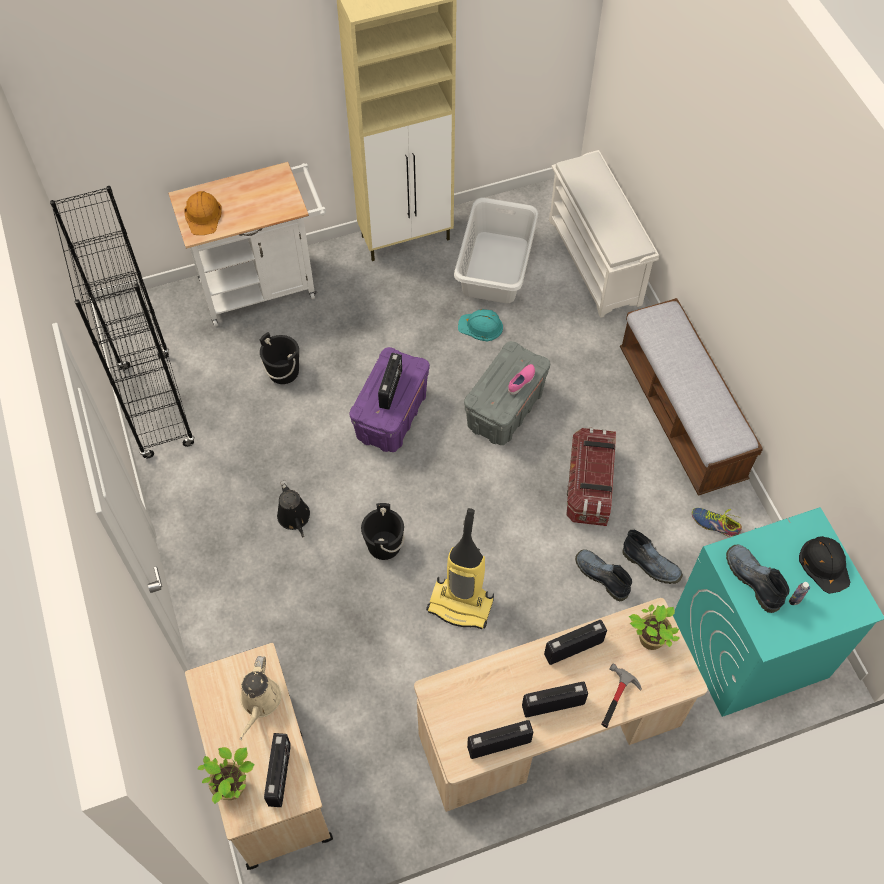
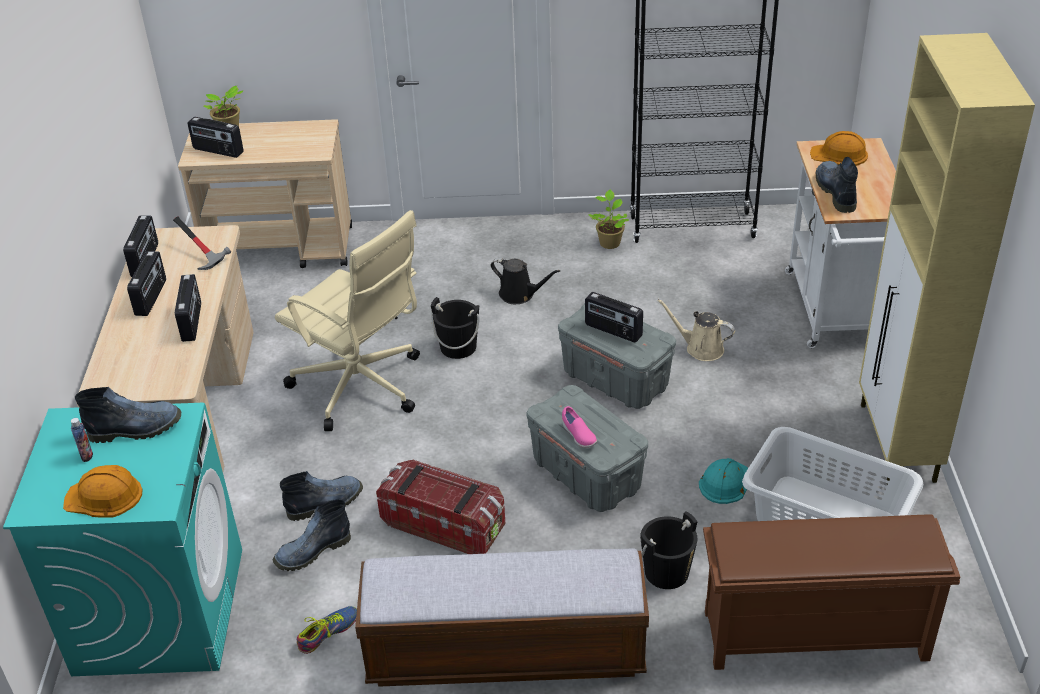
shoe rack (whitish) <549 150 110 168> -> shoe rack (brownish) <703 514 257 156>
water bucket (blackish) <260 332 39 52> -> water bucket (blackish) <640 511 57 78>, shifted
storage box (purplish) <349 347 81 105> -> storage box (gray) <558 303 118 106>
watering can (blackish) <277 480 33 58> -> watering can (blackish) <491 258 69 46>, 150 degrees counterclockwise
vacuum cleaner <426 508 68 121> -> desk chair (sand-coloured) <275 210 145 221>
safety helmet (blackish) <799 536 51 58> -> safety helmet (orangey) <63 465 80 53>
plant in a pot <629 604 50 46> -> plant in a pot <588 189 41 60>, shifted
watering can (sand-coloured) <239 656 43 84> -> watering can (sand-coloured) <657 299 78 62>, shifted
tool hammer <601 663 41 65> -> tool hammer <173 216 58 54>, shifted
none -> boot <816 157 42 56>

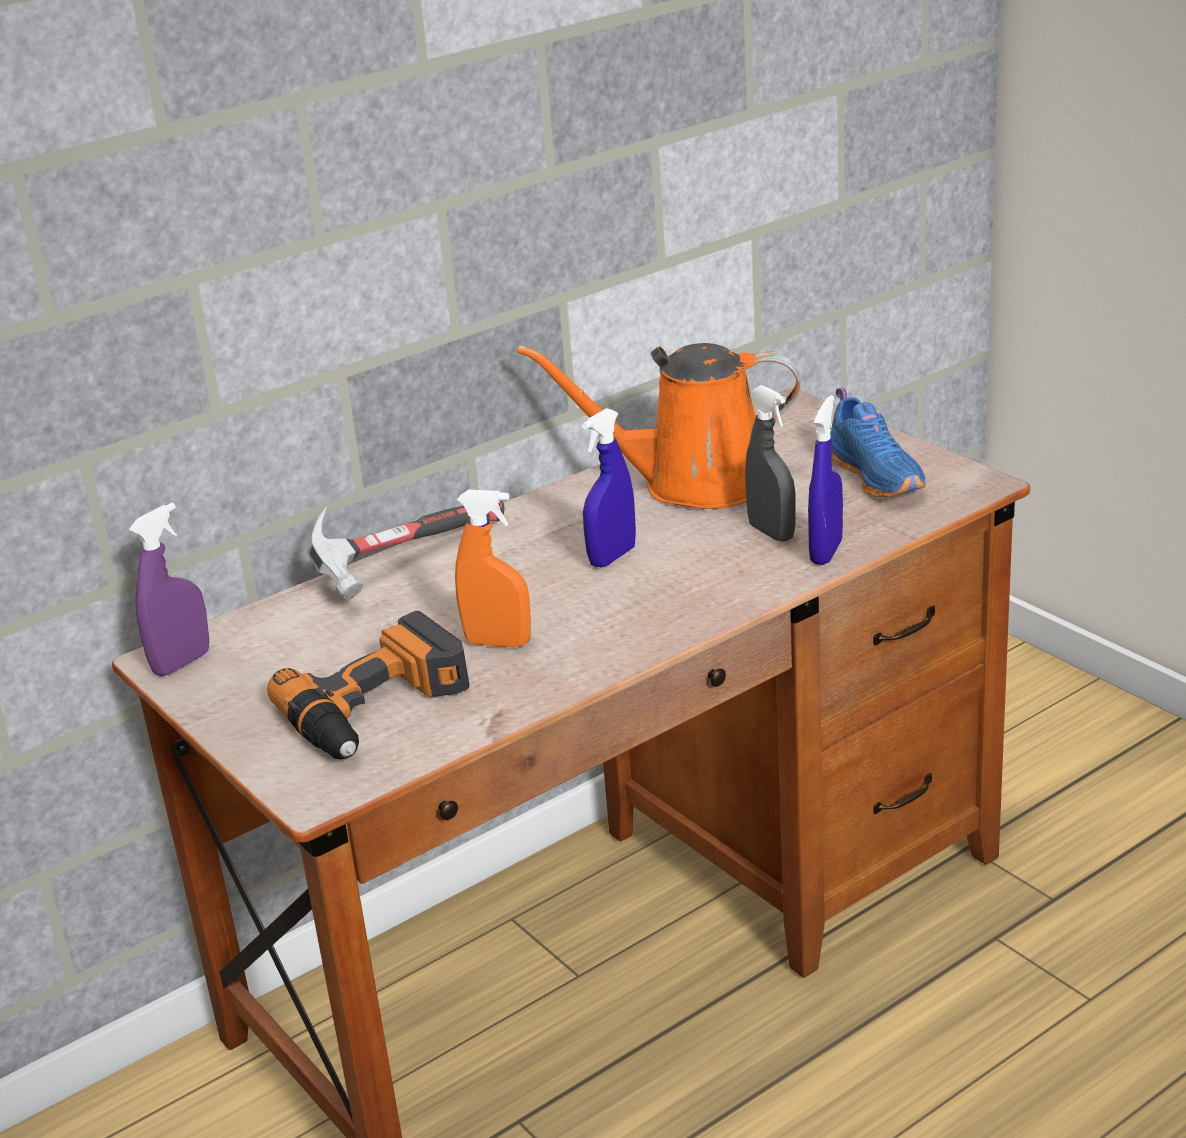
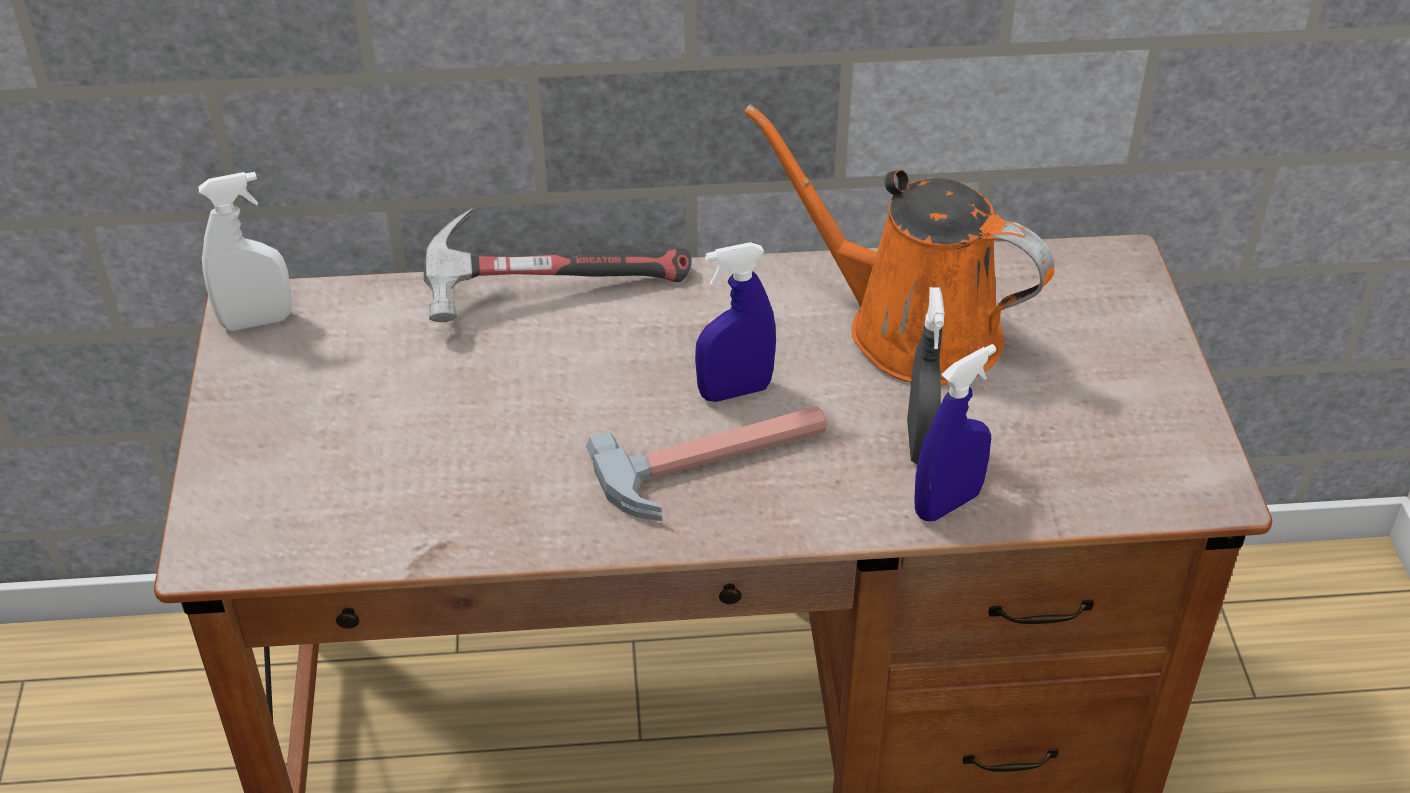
item of footwear (blue) <830 388 96 110> -> none
hand sprayer (orangey) <455 490 76 158> -> none
hand sprayer (purplish) <129 503 80 174> -> hand sprayer (whitish) <198 172 94 159>
power drill <267 611 203 149> -> none
none -> tool hammer <586 406 241 115>

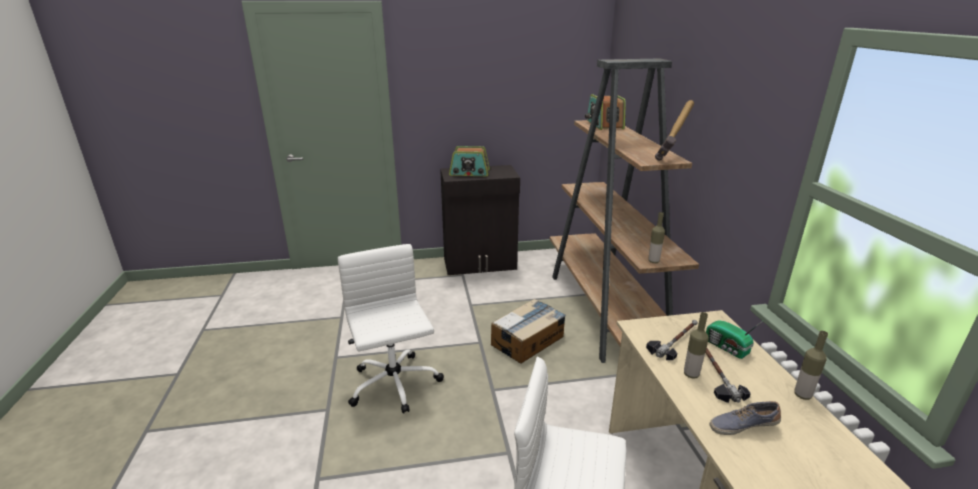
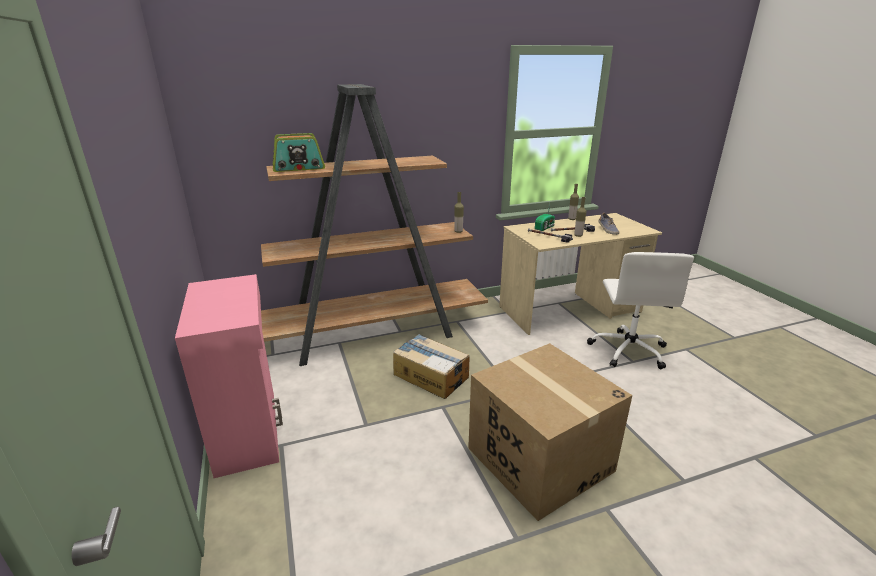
tool hammer <655 100 39 61> -> none
radio <449 146 41 30> -> none
cupboard (blackish) <440 165 80 110> -> cupboard (pink) <175 274 108 204>
desk chair (whitish) <338 244 106 170> -> packing box <468 343 164 178>

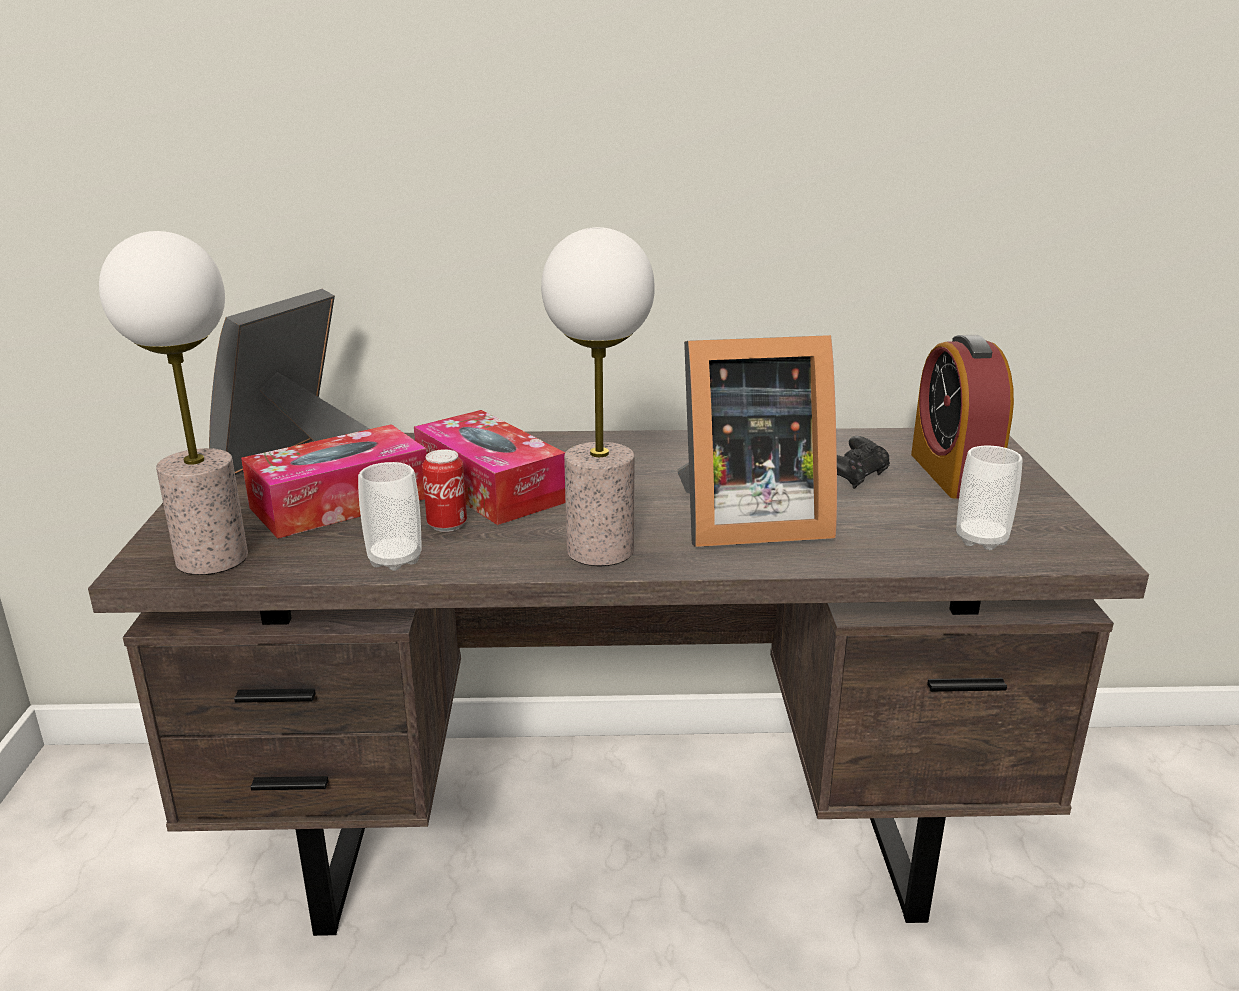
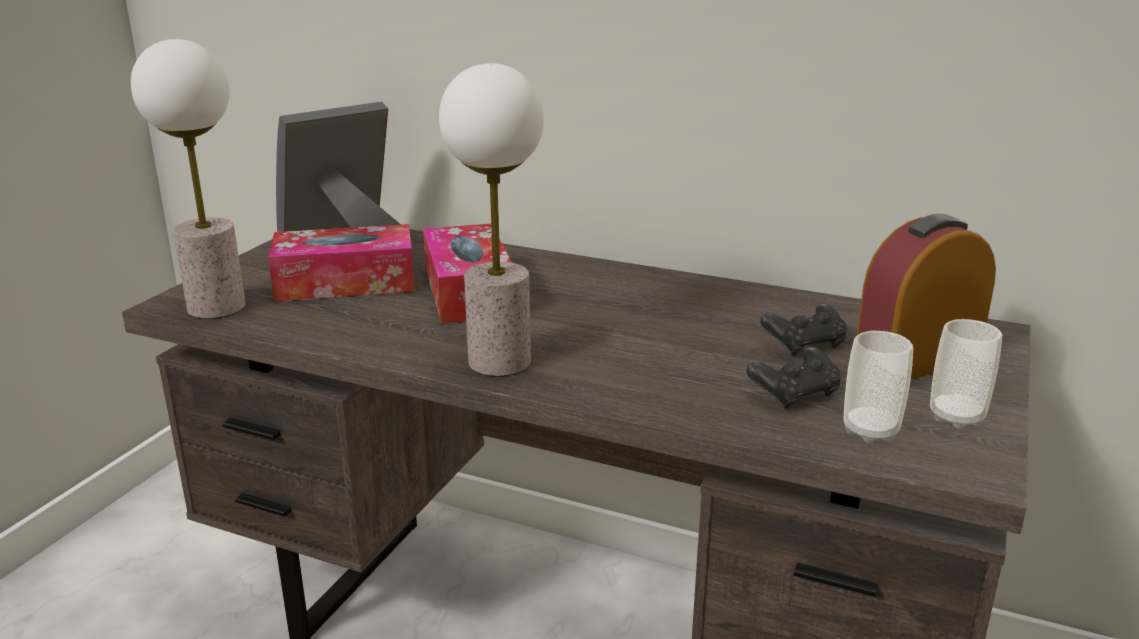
photo frame <677 335 160 212> -> none
bedside clock <911 335 103 164> -> bedside clock <857 214 139 165>, 45 degrees clockwise
sealed can <422 449 45 83> -> none
small cup <358 462 63 109> -> small cup <930 319 72 110>, shifted
none -> gamepad (blackish) <747 347 94 62>

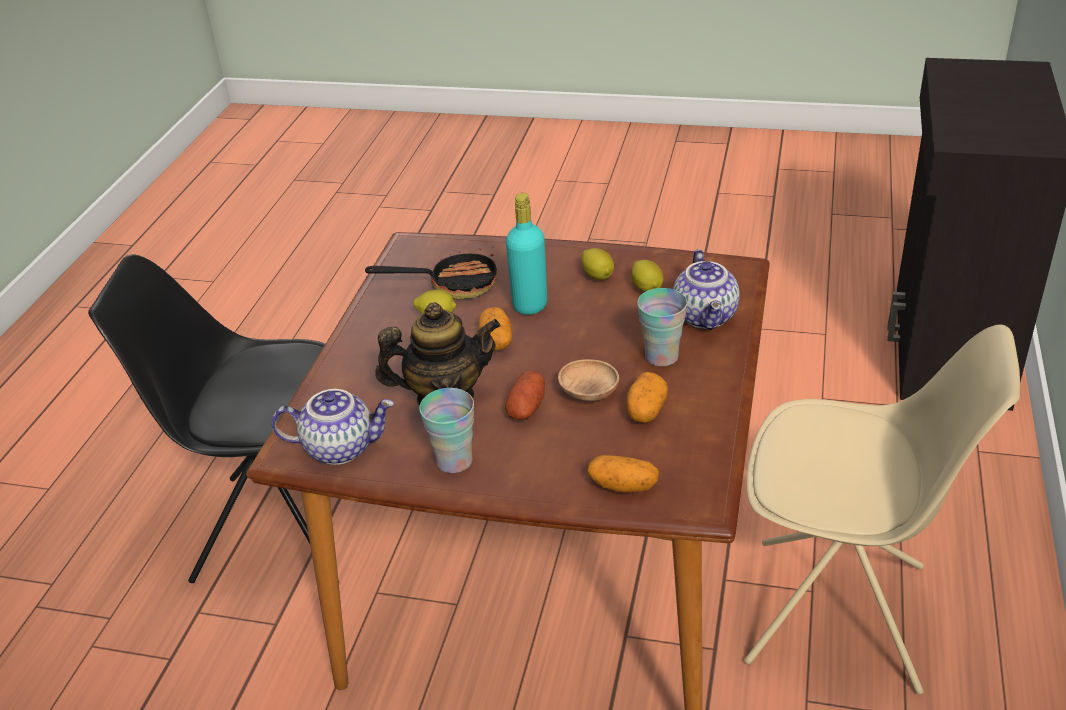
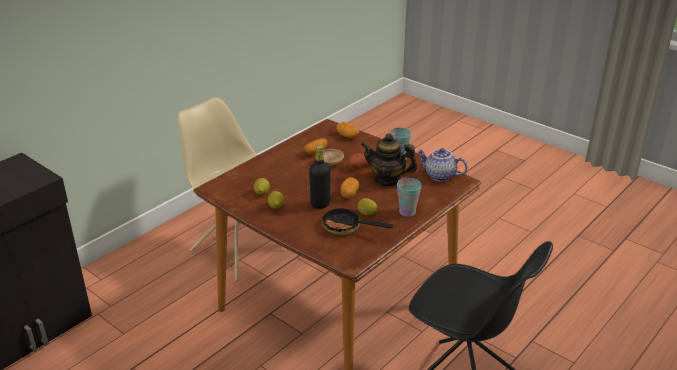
beverage bottle (blue-green) <506 193 41 122> -> beverage bottle (blackish) <309 145 22 64>
tea pot <673 250 67 80> -> none
small cup <637 288 50 79> -> small cup <397 178 24 39>, shifted

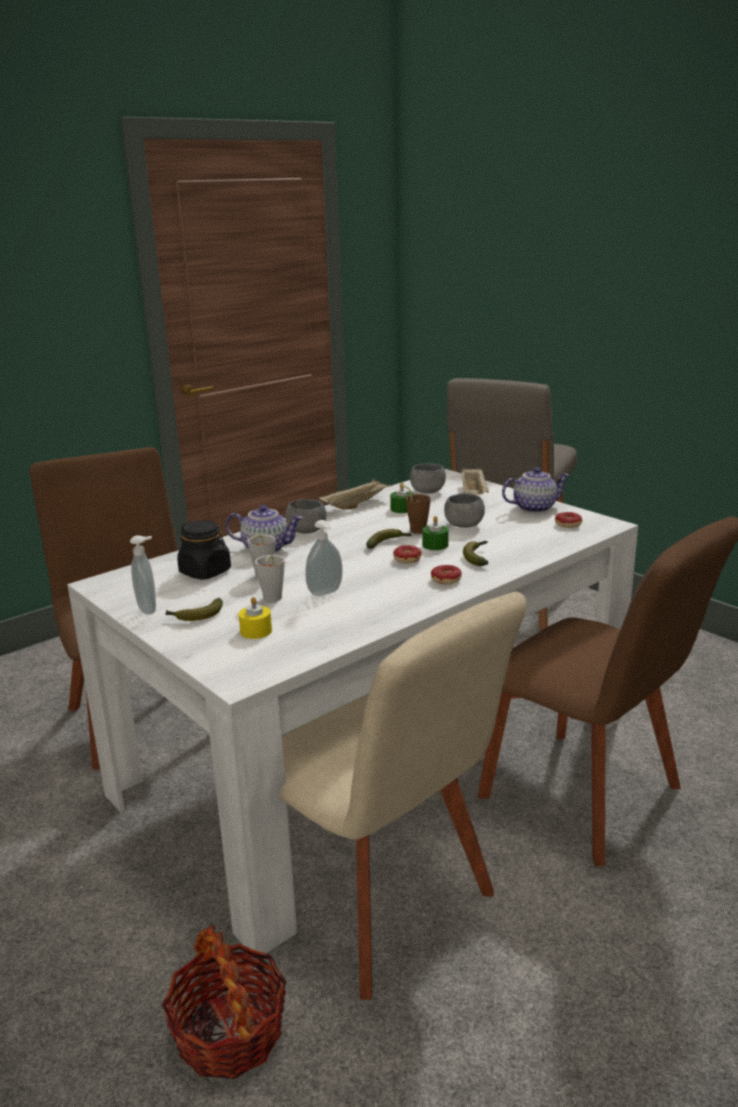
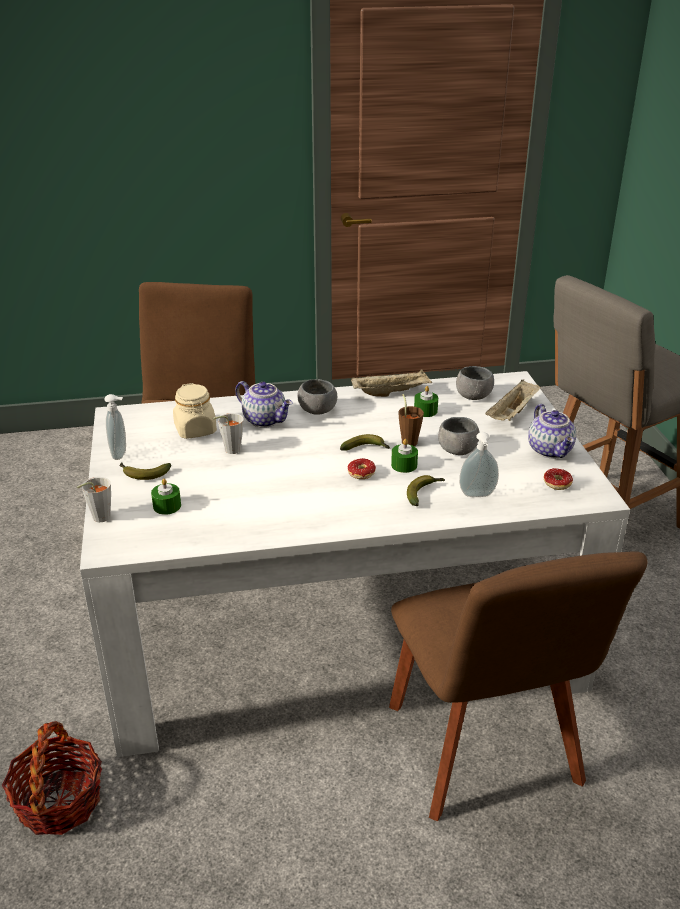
tea pot <502 467 67 46> -> tea pot <528 404 48 54>, 60 degrees clockwise
jar (blackish) <177 520 54 60> -> jar (sand-coloured) <173 383 44 56>
soap bottle <305 520 38 76> -> soap bottle <459 432 40 65>, shifted
small cup (gray) <255 555 30 47> -> small cup (gray) <77 477 34 45>, shifted
doughnut <431 565 31 20> -> none
upright chair (sand-coloured) <278 592 248 408> -> none
wax light (yellowish) <239 597 33 42> -> wax light (greenish) <151 479 30 36>

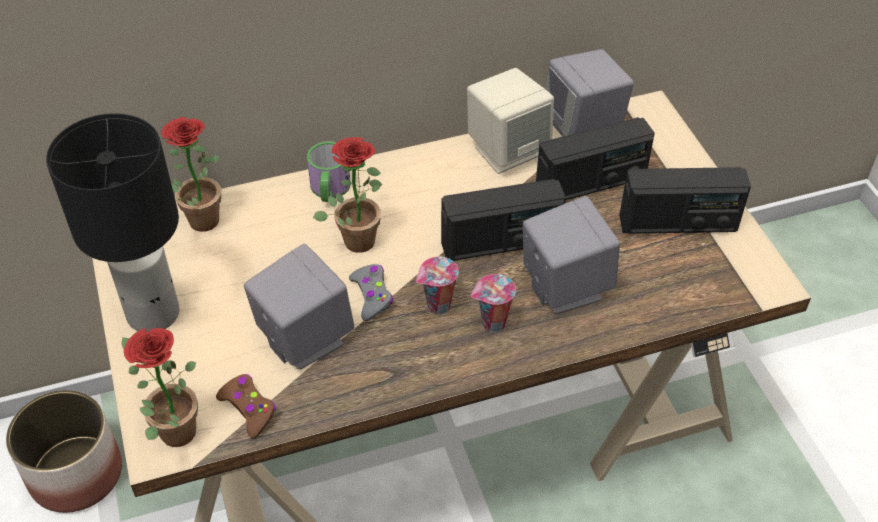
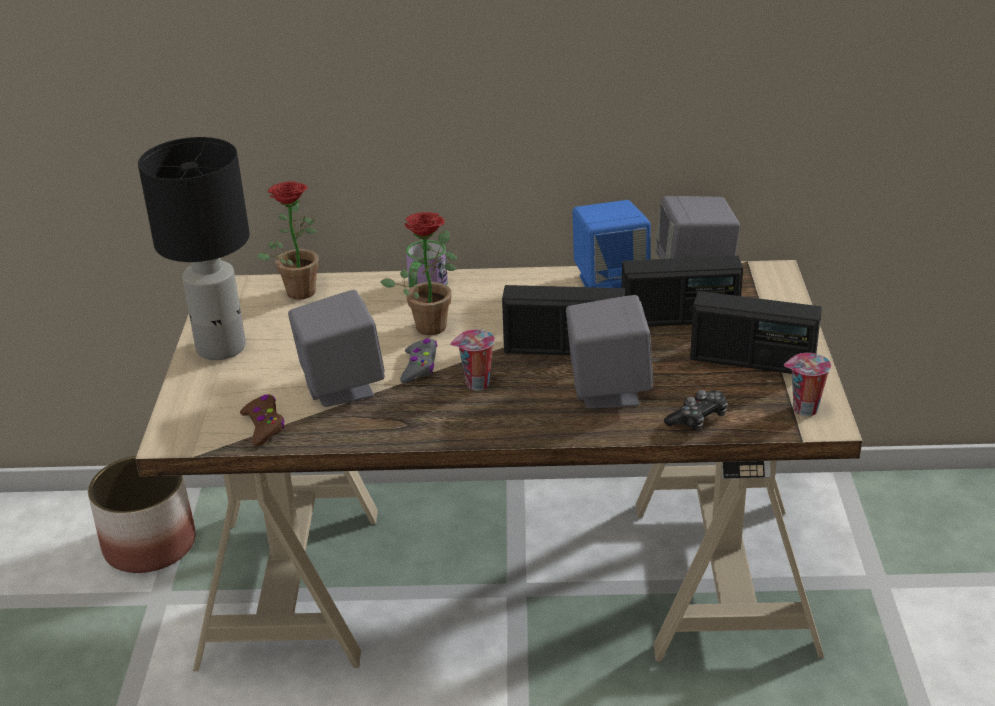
loudspeaker (sand-coloured) <467 68 87 106> -> loudspeaker (blue) <572 200 79 88>
small cup <471 274 45 59> -> small cup <784 353 47 64>, shifted
plant in a pot <122 328 76 119> -> none
none -> gamepad <664 390 64 41>

